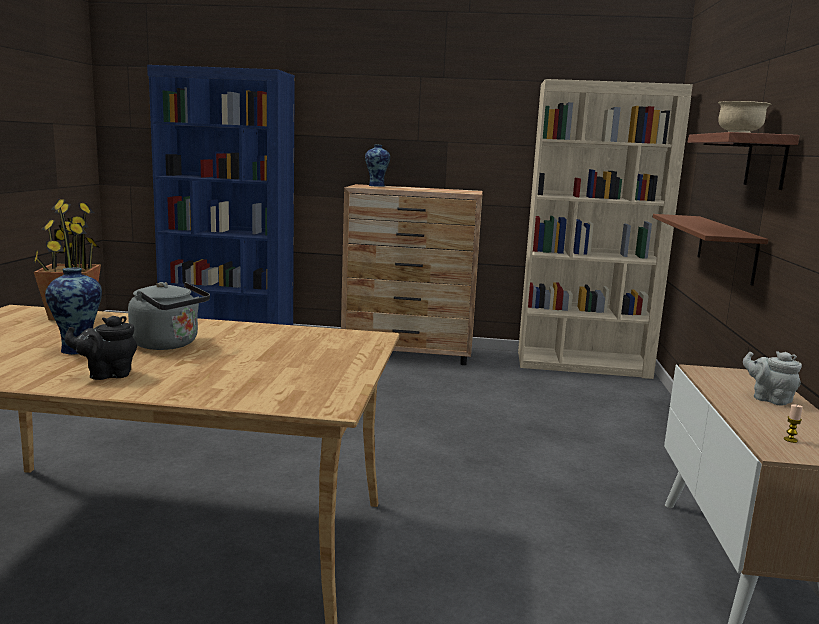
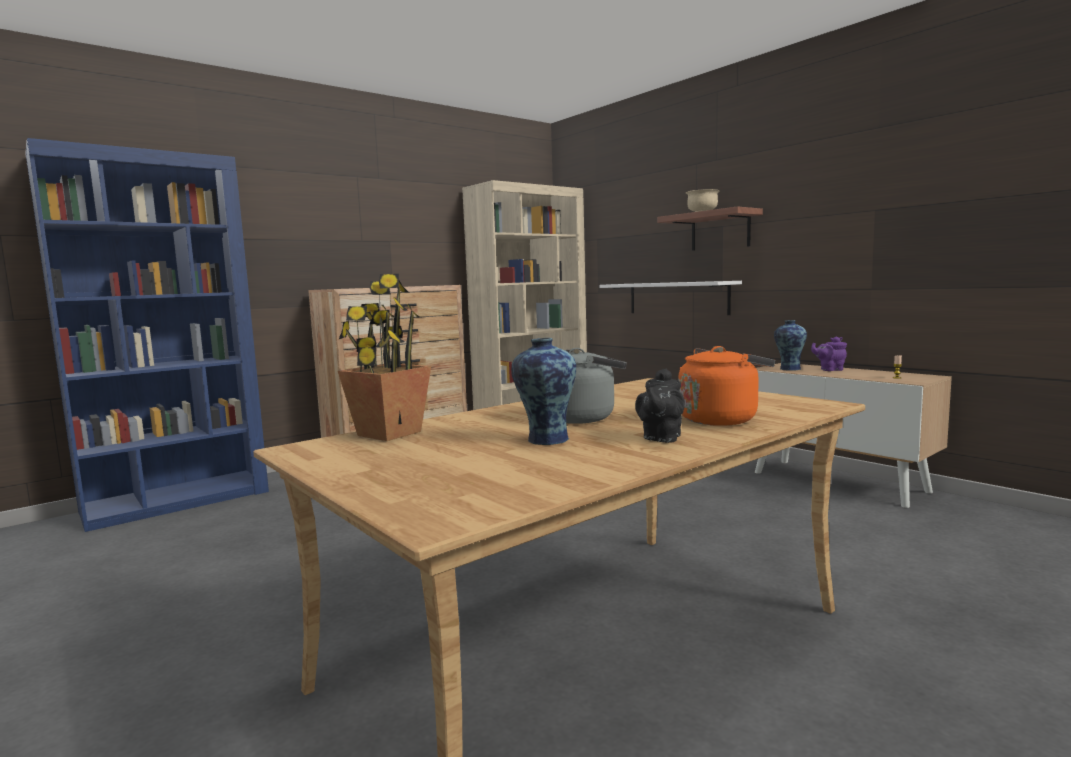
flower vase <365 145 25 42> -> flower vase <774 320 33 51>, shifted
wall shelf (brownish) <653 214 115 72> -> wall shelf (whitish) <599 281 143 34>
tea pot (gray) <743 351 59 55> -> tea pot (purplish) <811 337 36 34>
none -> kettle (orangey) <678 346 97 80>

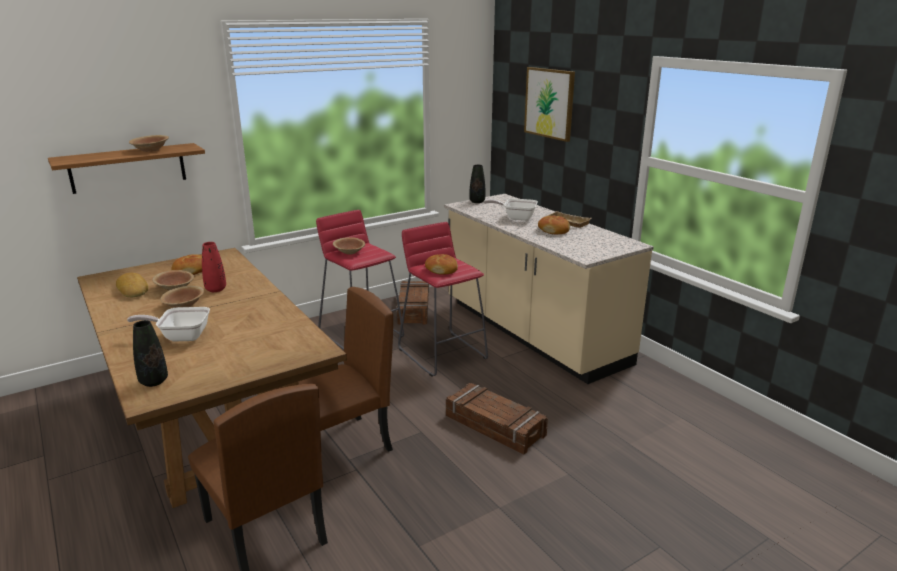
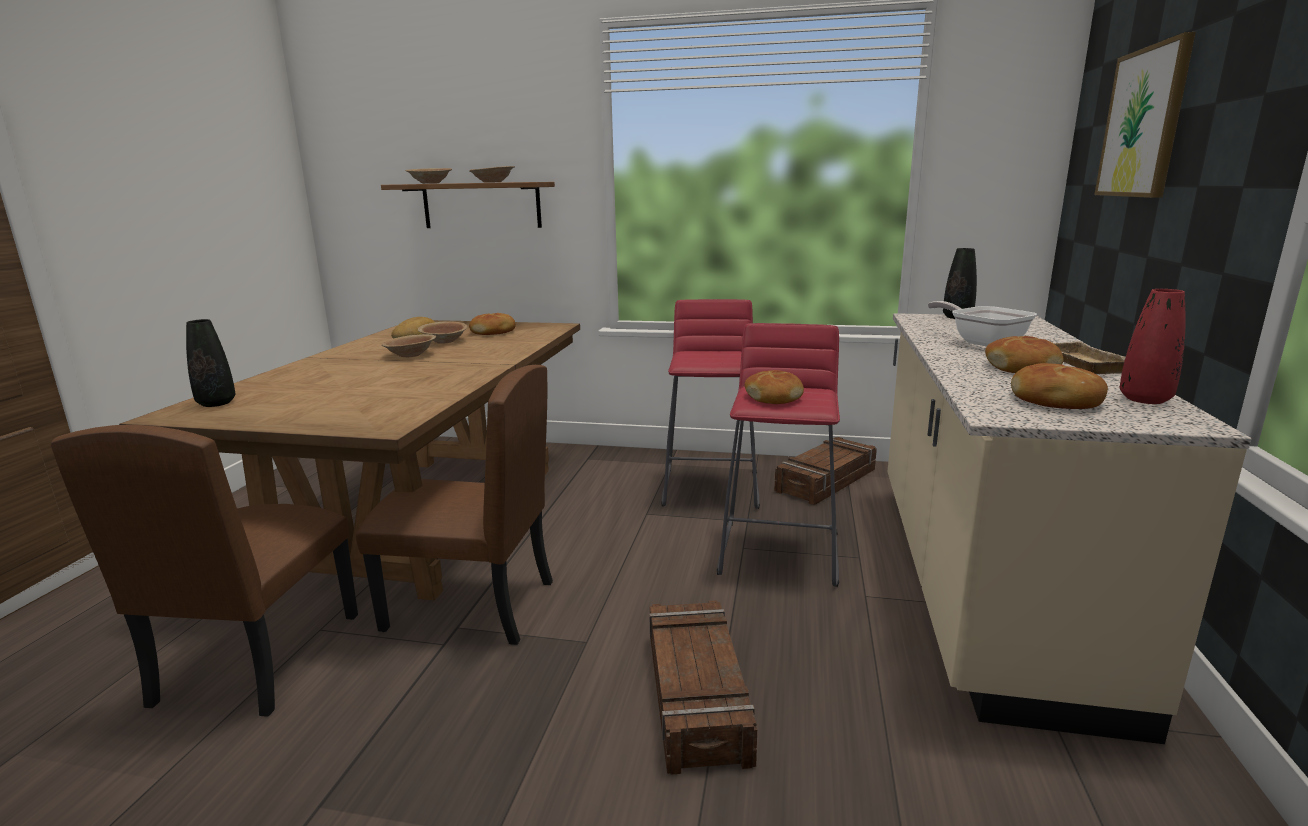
bowl (brownish) <333 237 32 18> -> bowl (brownish) <405 168 47 16>, shifted
flower vase (red-coloured) <202 242 24 50> -> flower vase (red-coloured) <1120 289 66 115>, shifted
frying pan <127 307 83 34> -> none
none -> bread <1011 363 97 46>

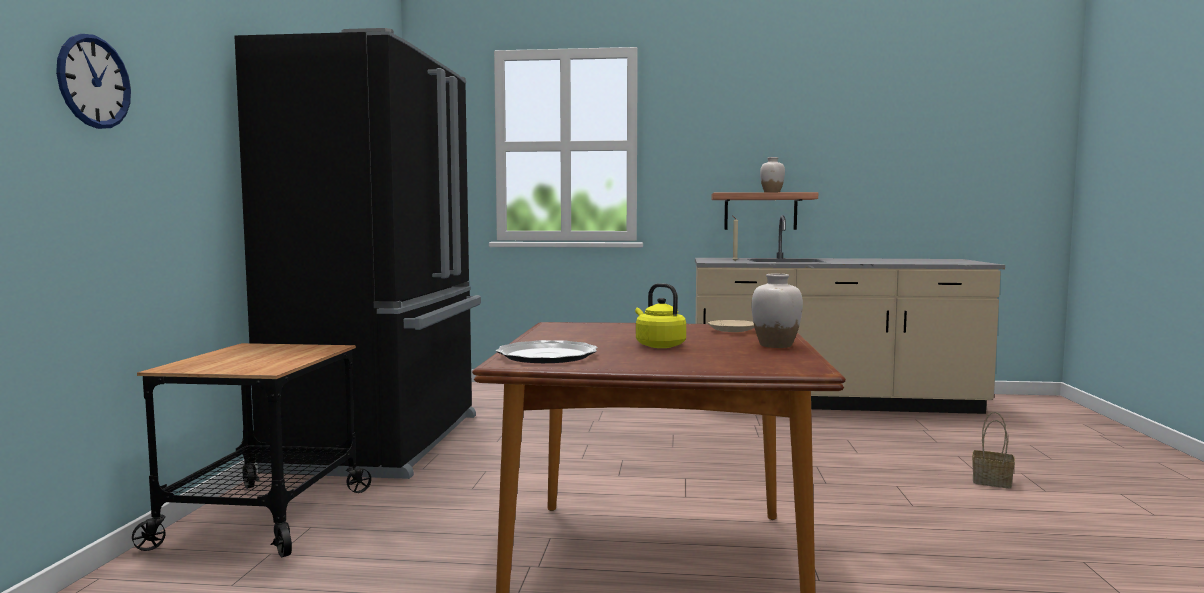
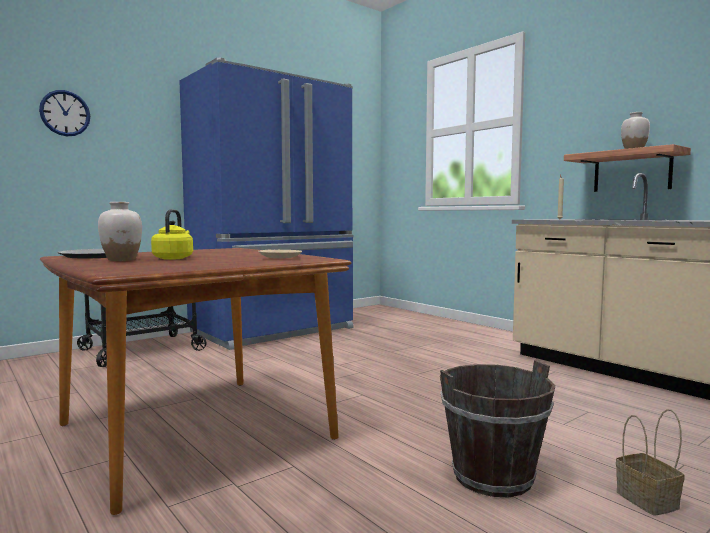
refrigerator (blackish) <234 28 247 451> -> refrigerator (blue) <179 58 175 292>
flower vase (whitish) <752 274 51 74> -> flower vase (whitish) <98 202 44 59>, shifted
none -> water bucket (brownish) <440 360 115 137>

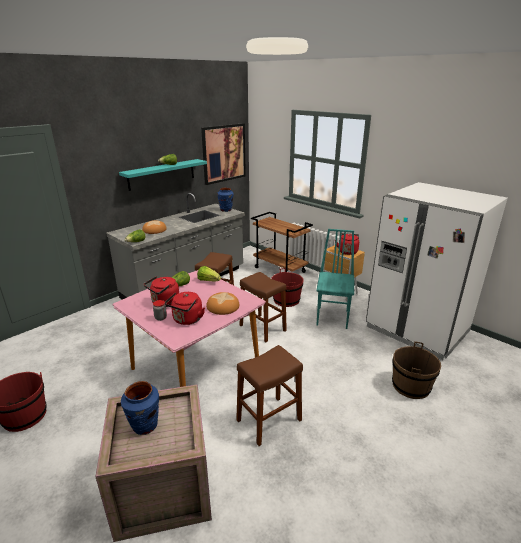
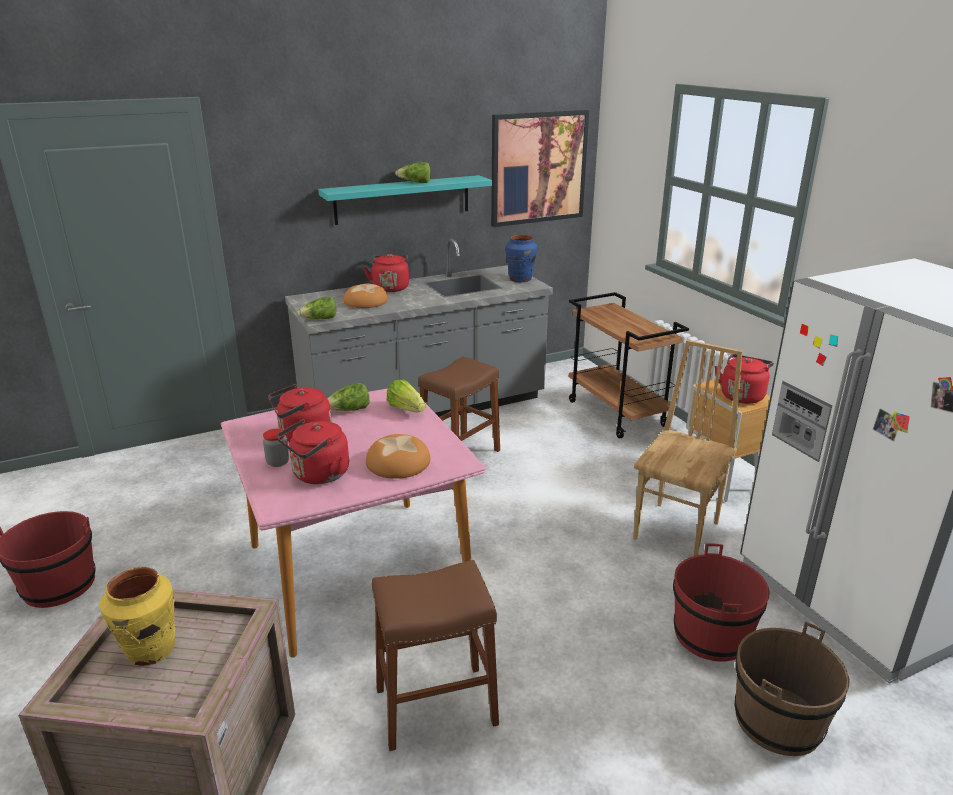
upright chair (blue-green) <316 229 38 100> -> upright chair (brownish) <633 340 110 216>
water bucket (red-coloured) <271 268 33 39> -> water bucket (red-coloured) <673 543 96 119>, shifted
sitting stool (brownish) <240 272 47 70> -> none
flower vase (blue) <121 381 38 54> -> flower vase (yellowish) <100 567 75 99>
none -> kettle (red-coloured) <364 254 45 38>

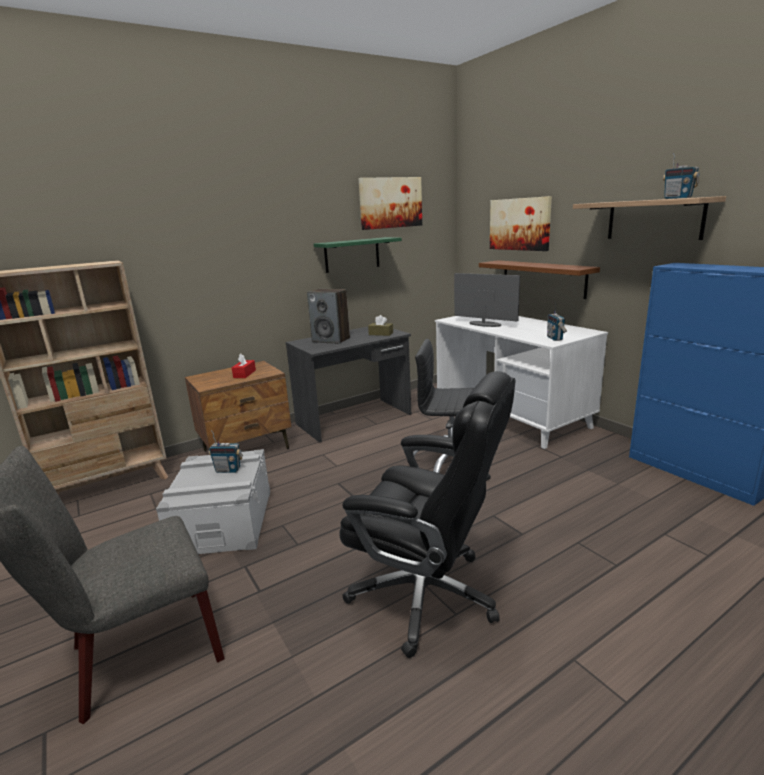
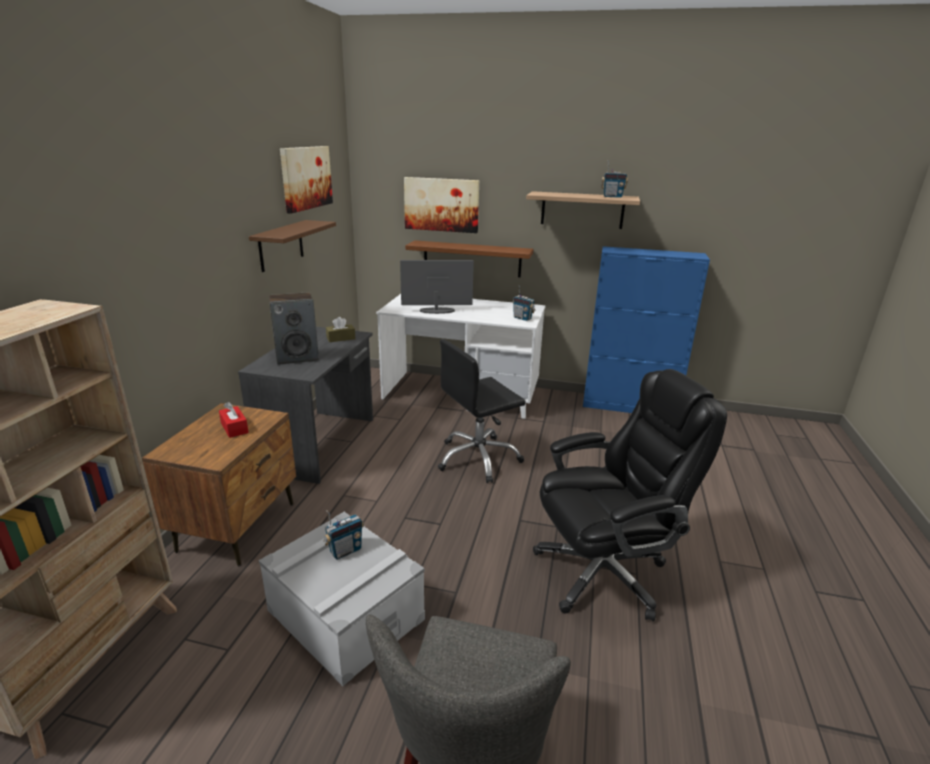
wall shelf (greenish) <314 237 88 36> -> wall shelf (brownish) <249 220 87 52>

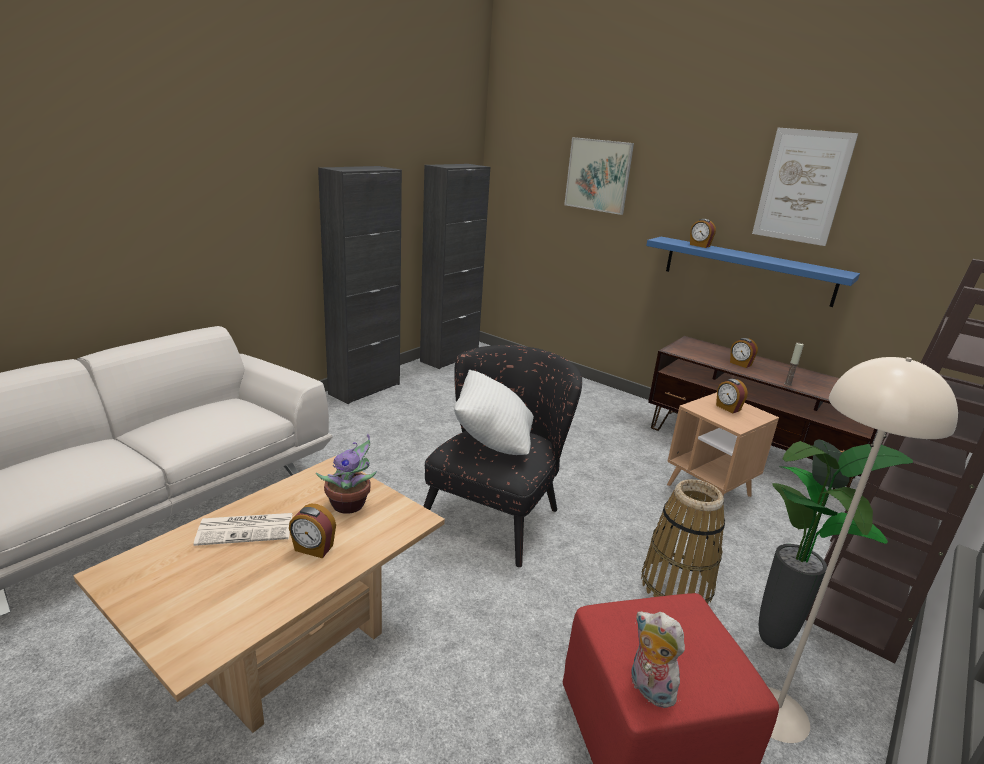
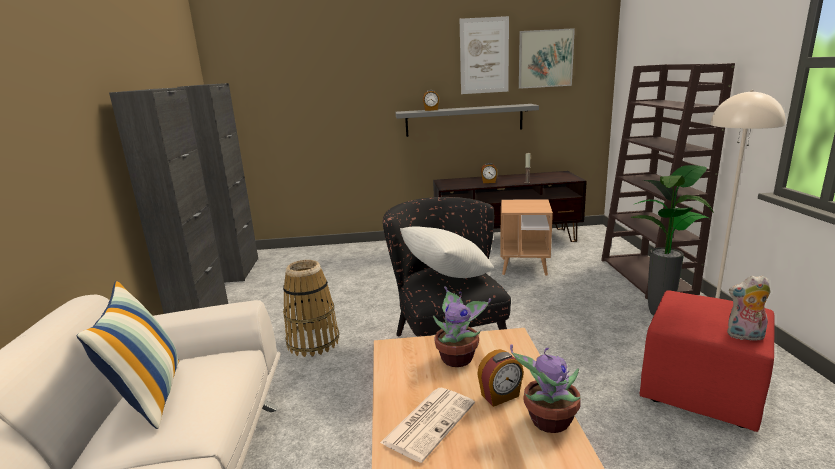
picture <564 137 70 78> -> picture <519 28 56 61>, shifted
wall shelf (blue) <646 237 214 70> -> wall shelf (gray) <396 104 143 33>
bedside clock <716 379 32 35> -> none
storage basket <641 479 84 125> -> storage basket <283 260 56 97>, shifted
none -> cushion <76 281 103 148>
none -> plant in a pot <510 344 71 89>

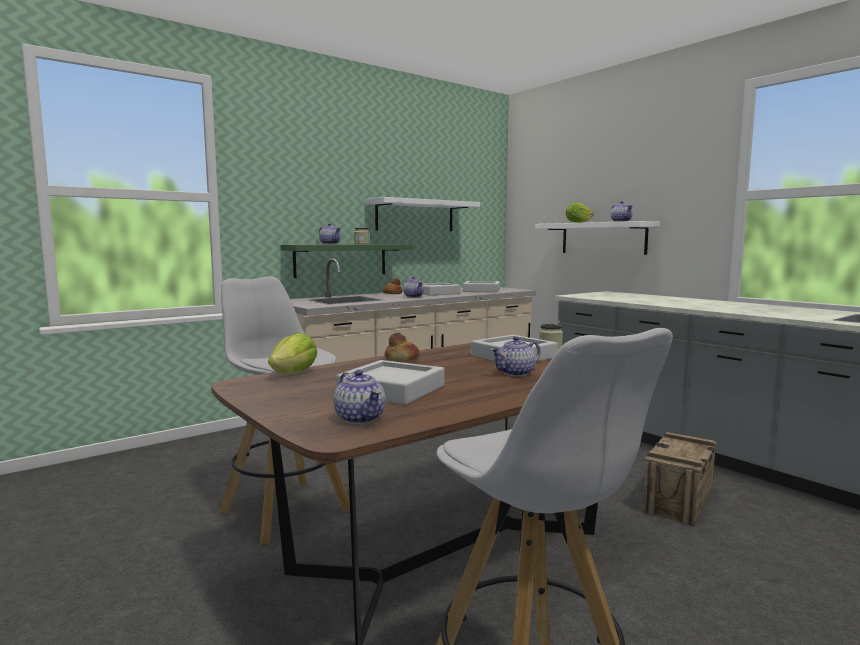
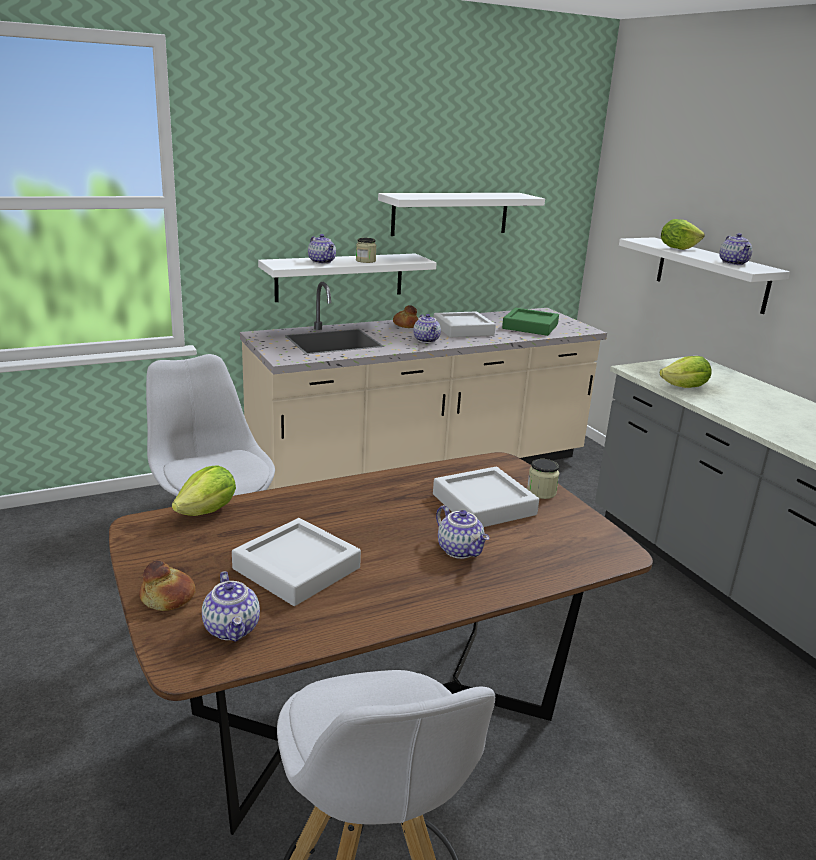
wall shelf (greenish) <281 244 132 34> -> wall shelf (whitish) <258 254 179 48>
carrying tray (gray) <463 281 37 12> -> carrying tray (greenish) <502 308 57 28>
bread <385 333 35 28> -> bread <139 560 57 51>, shifted
tea pot <491 336 49 40> -> tea pot <436 505 53 54>, 105 degrees counterclockwise
packing crate <643 432 75 94> -> none
none -> lettuce <660 356 52 32>

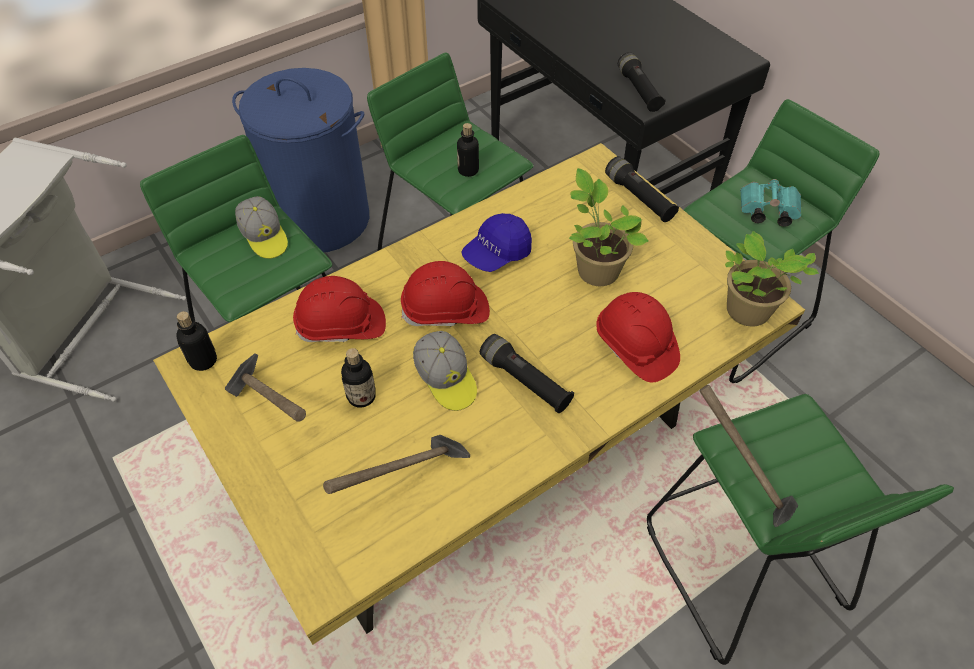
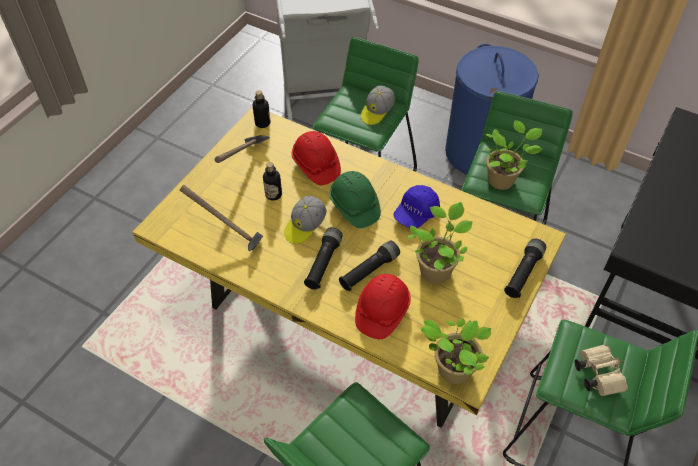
torch (blackish) <618 52 48 60> -> torch (blackish) <339 240 61 51>, shifted
beverage bottle <457 123 22 54> -> plant in a pot <484 120 59 70>
field glasses (blue-green) <740 179 61 48> -> field glasses (sand-coloured) <575 345 53 51>
cap (blue) <462 213 70 59> -> cap (blue) <393 185 47 43>, 75 degrees counterclockwise
safety helmet (red-coloured) <401 261 89 66> -> safety helmet (greenish) <329 171 52 57>
tool hammer <699 385 99 142> -> none

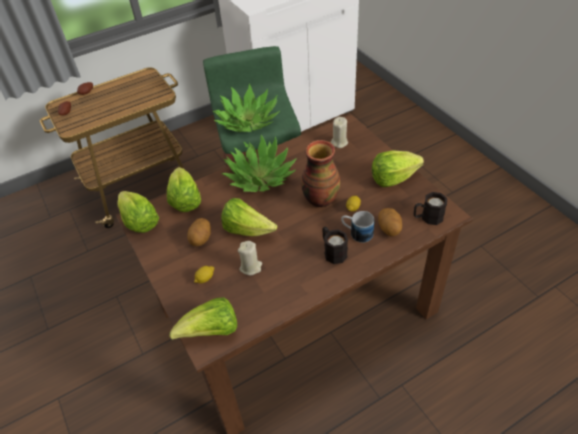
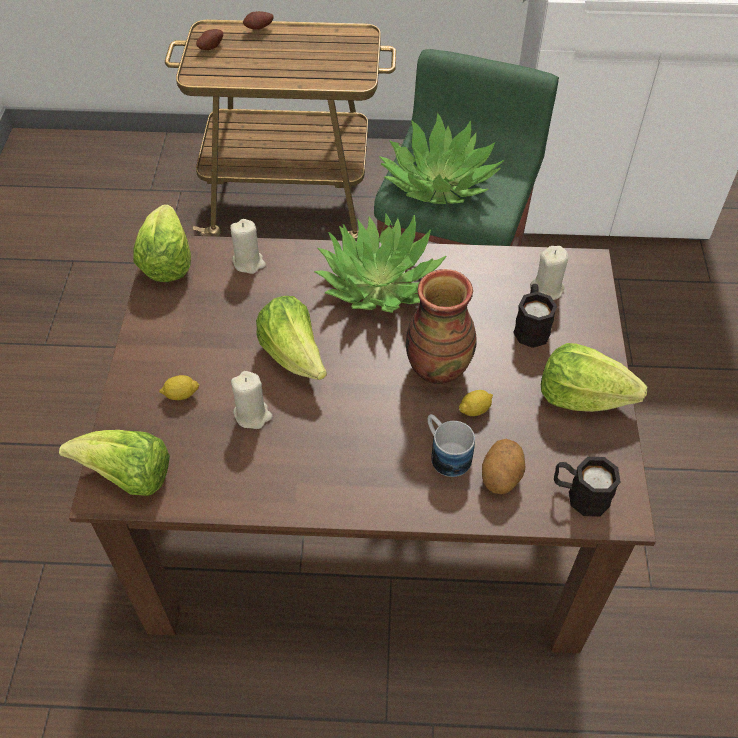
lettuce <167 167 34 45> -> wax light (sand-coloured) <230 219 36 55>
spud <187 218 24 28> -> none
coffee mug (blackish) <322 227 26 37> -> coffee mug (blackish) <513 284 44 64>, shifted

